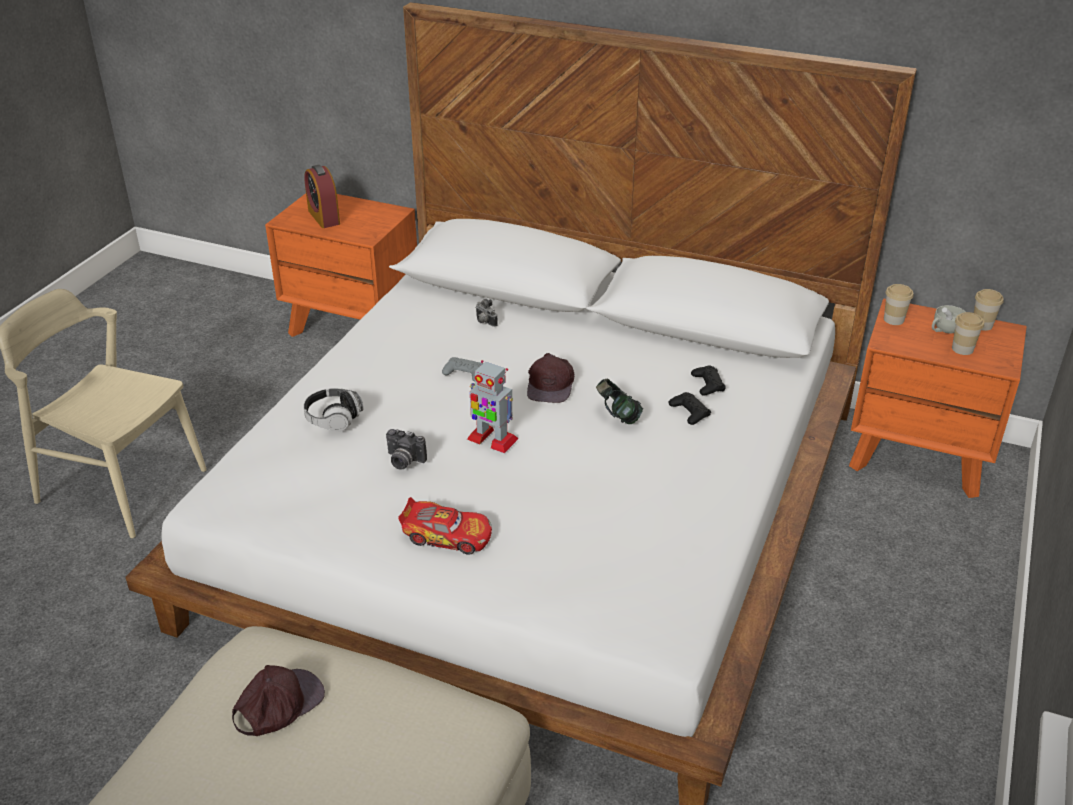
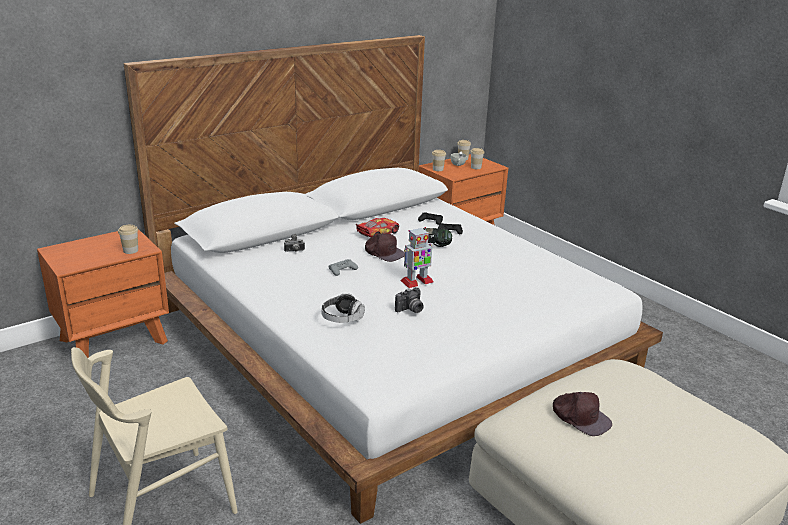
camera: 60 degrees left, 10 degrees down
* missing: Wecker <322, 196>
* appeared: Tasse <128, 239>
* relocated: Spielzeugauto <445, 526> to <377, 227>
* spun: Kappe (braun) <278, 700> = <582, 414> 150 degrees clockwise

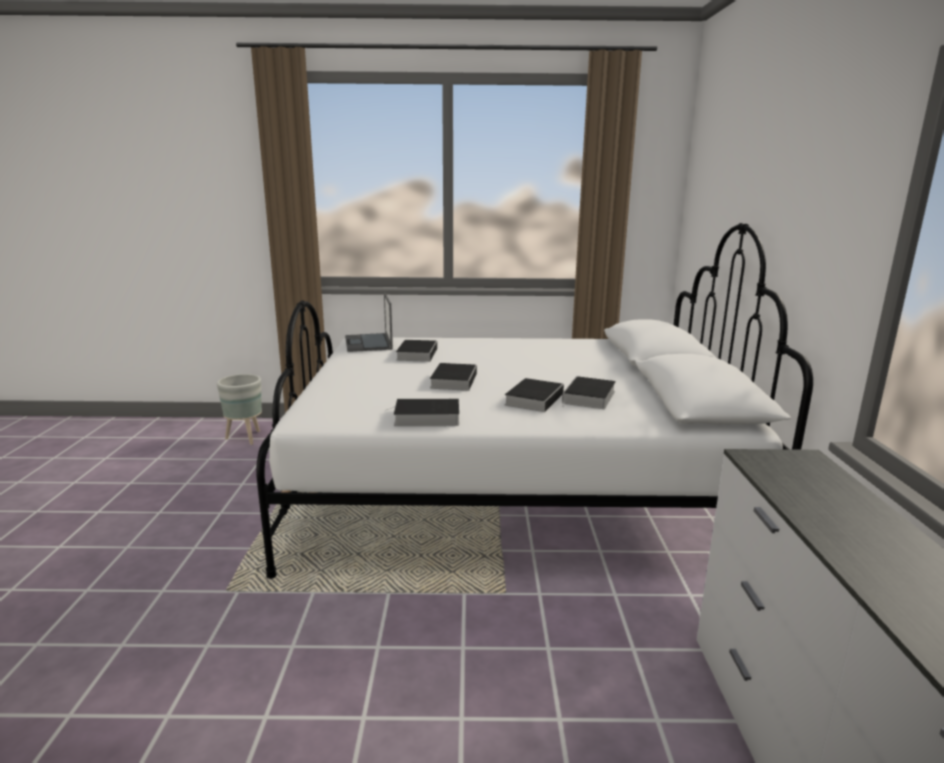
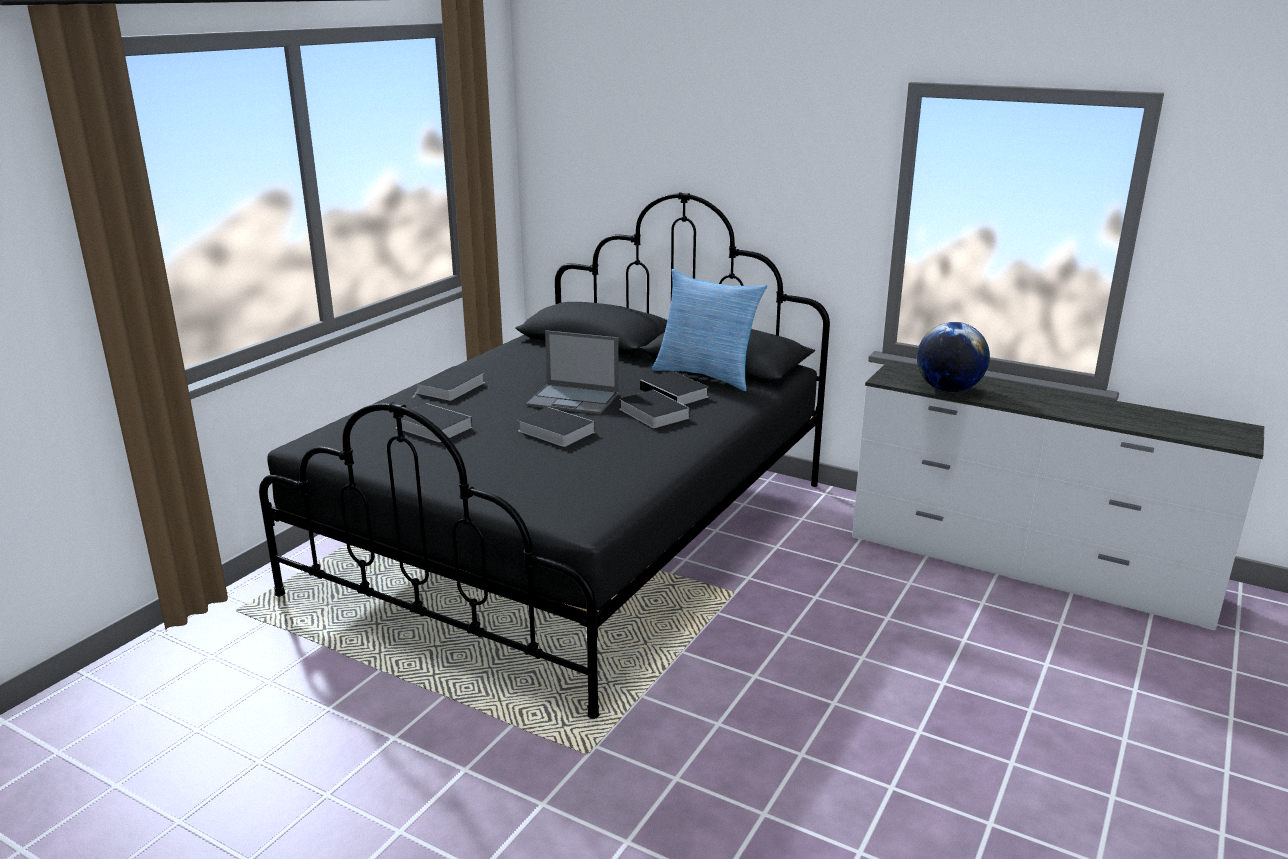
camera: 60 degrees left, 5 degrees up
* missing: Pflanzkübel (grau) <239, 409>
* appeared: Kissen <709, 330>
* appeared: Globus <953, 357>
* relocated: Laptop <369, 322> to <572, 372>
* relocated: Buch <422, 412> to <449, 383>
* colour: Bett (weiß) <534, 401> to Bett (schwarz) <544, 455>

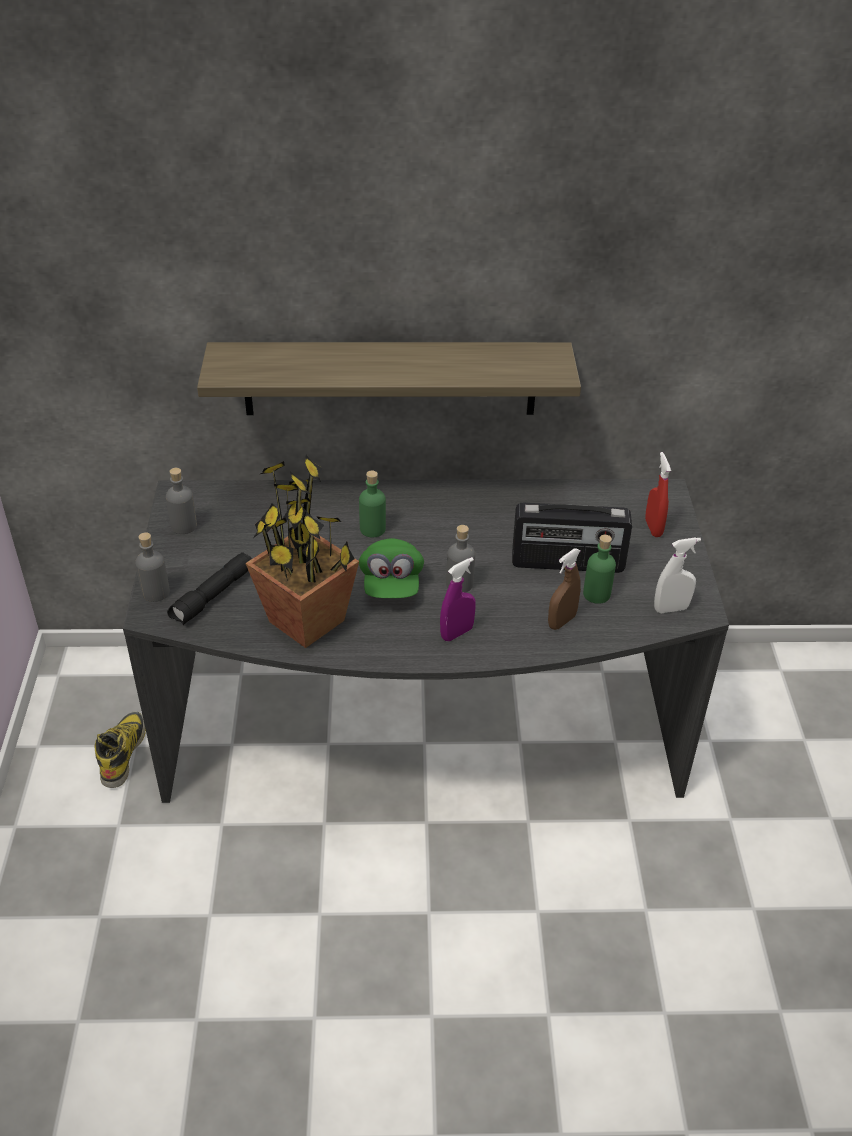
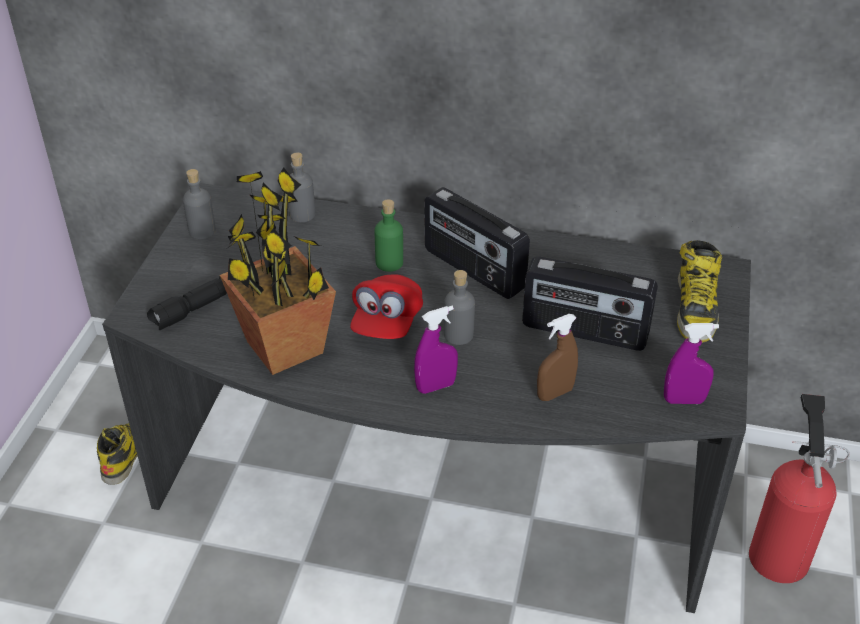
camera: 15 degrees right, 0 degrees up
* missing: Wandregal <389, 378>
* missing: Flasche (grün) <599, 569>
* appeared: Radio <477, 243>
* appeared: Feuerlöscher <799, 488>
* relocated: Flasche (grau) <152, 567> to <302, 187>
* exchanged: Sprühflasche (rot) <658, 494> to Stiefel <699, 291>
* colour: Kappe (grün) <391, 568> to Kappe (rot) <386, 306>
* colour: Sprühflasche (weiß) <677, 575> to Sprühflasche (lila) <691, 363>

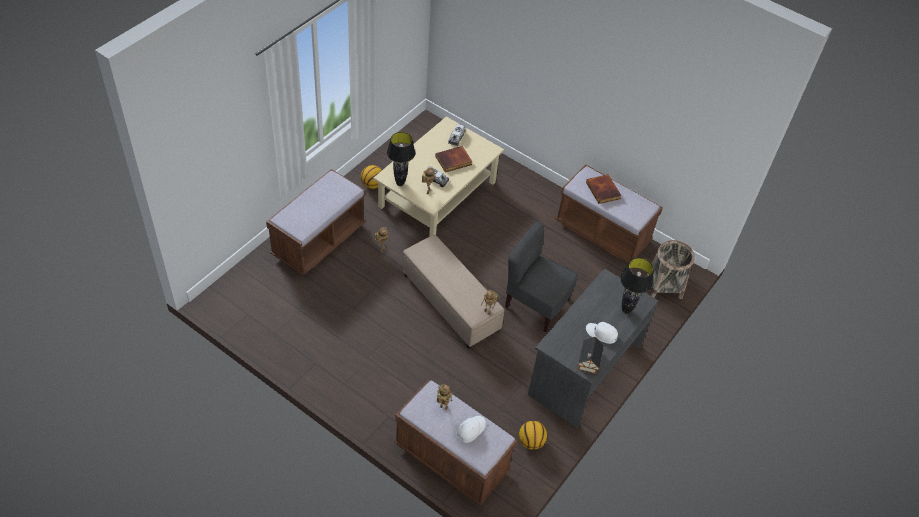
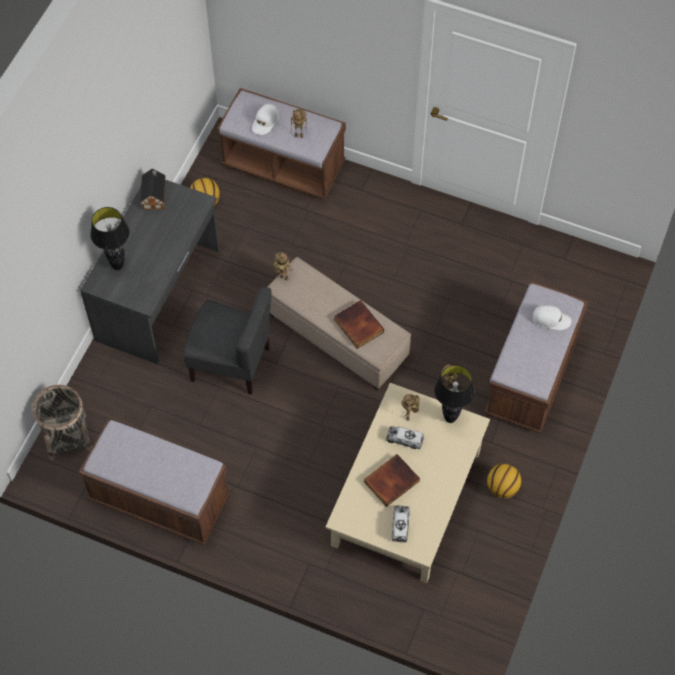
camera: 170 degrees right, 10 degrees up
* relocated: Buch <604, 189> to <359, 324>
* relocated: Kappe (weiß) <602, 333> to <552, 317>

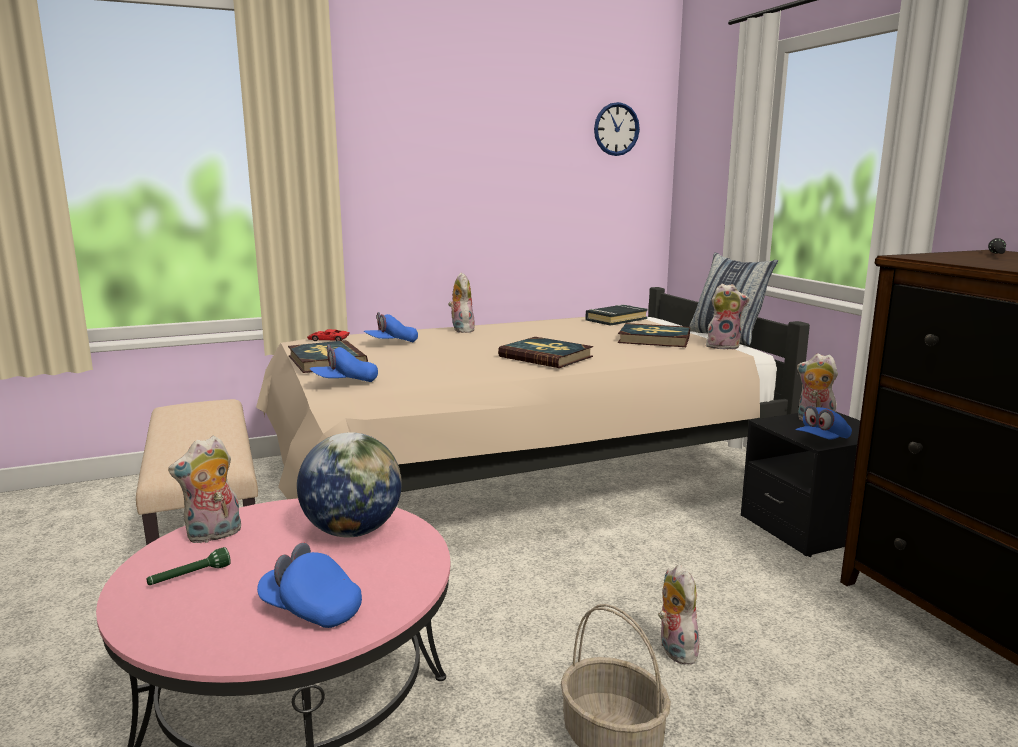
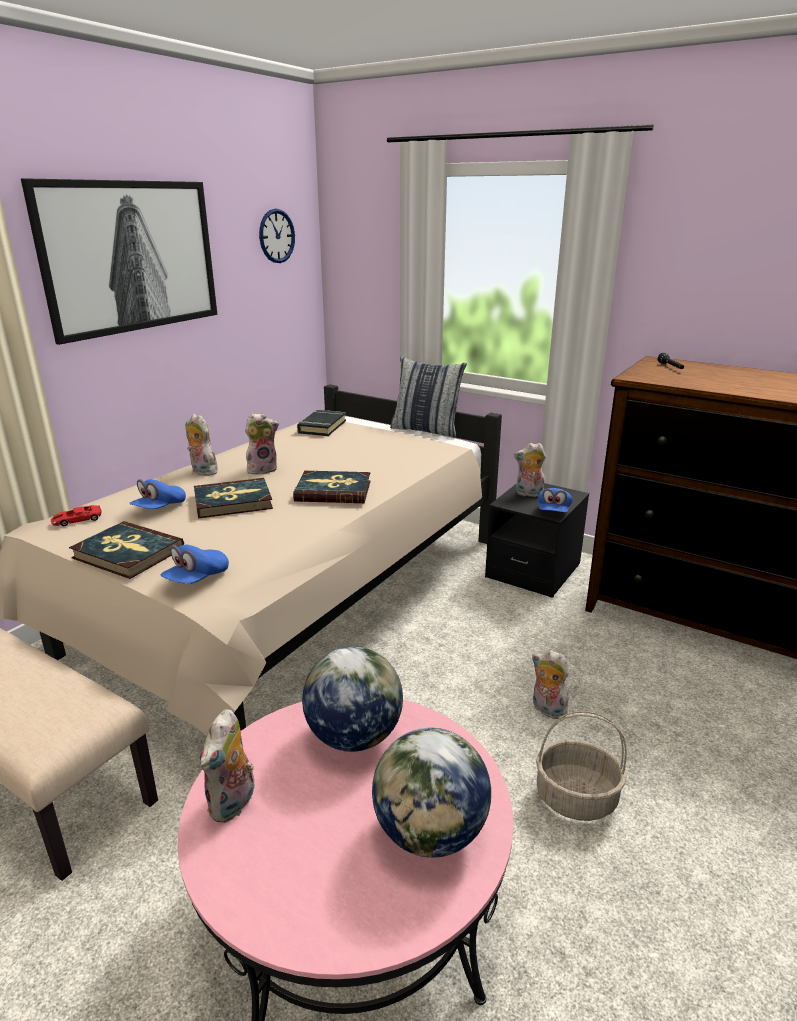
camera: 35 degrees left, 10 degrees up
* missing: Taschenlampe (grün) <188, 566>
* appeared: Bild <119, 261>
* relocated: Buch <654, 335> to <233, 498>
* relocated: Plüschtier <728, 317> to <262, 443>
* exchanged: Kappe (blau) <309, 585> to Globus <431, 793>

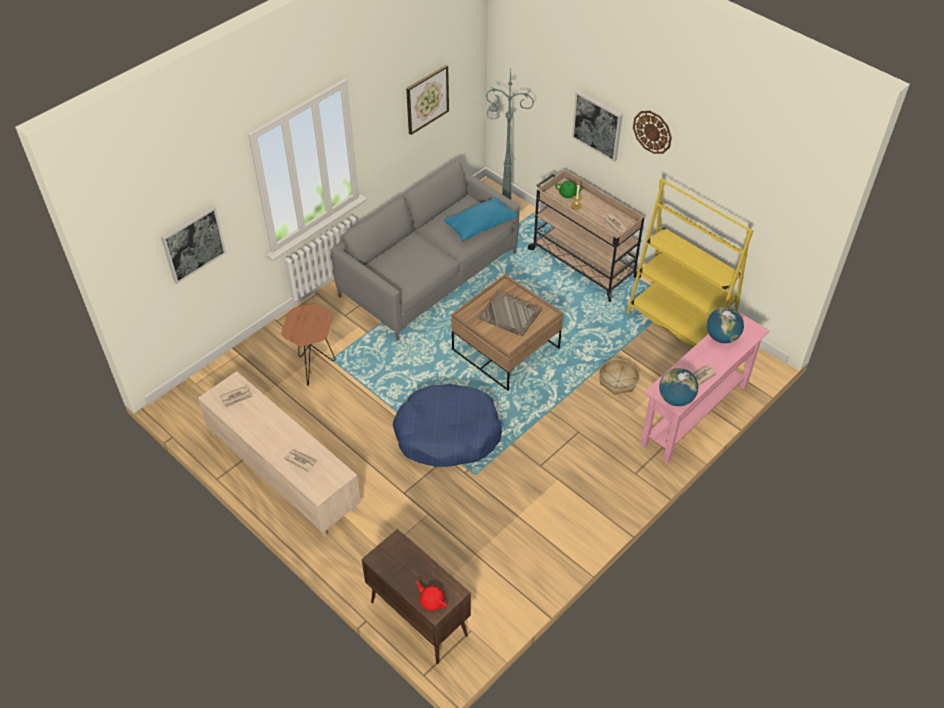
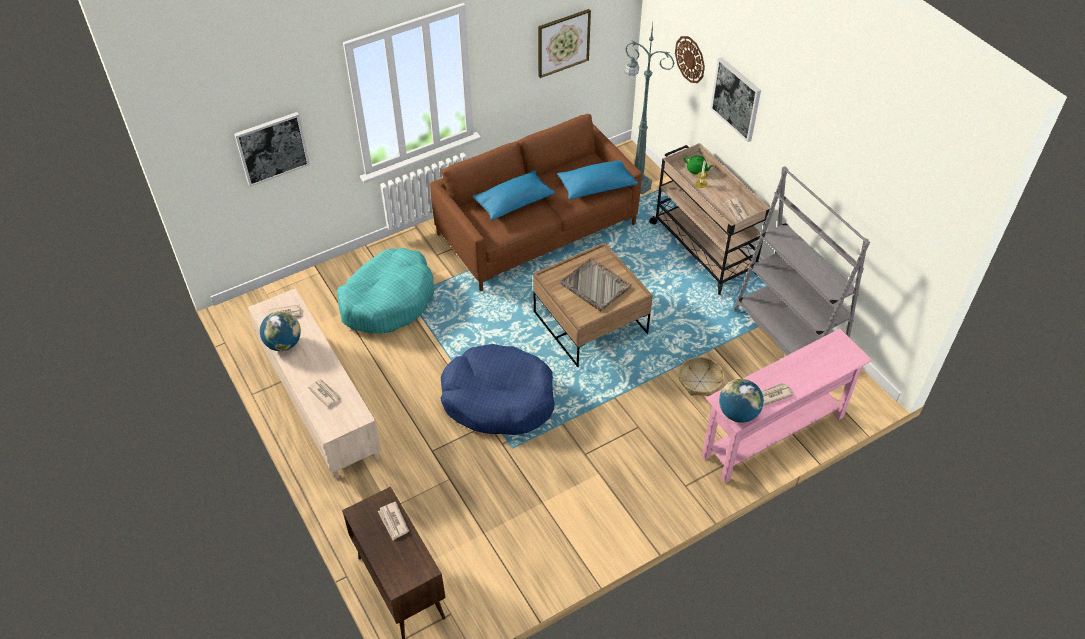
camera: 15 degrees right, 0 degrees up
* missing: Teekanne (rot) <431, 596>
* appeared: Zeitung <393, 521>
* appeared: Kissen (blau) <513, 195>
* relocated: Wanduhr <652, 132> to <690, 59>
* relocated: Globus <725, 325> to <280, 331>
* exchanged: Beistelltisch (braun) <308, 344> to Hundebett (türkis) <385, 291>
* colour: Sofa (grau) <425, 250> to Sofa (braun) <536, 202>
* colour: Bücherregal (gelb) <690, 262> to Bücherregal (grau) <802, 260>

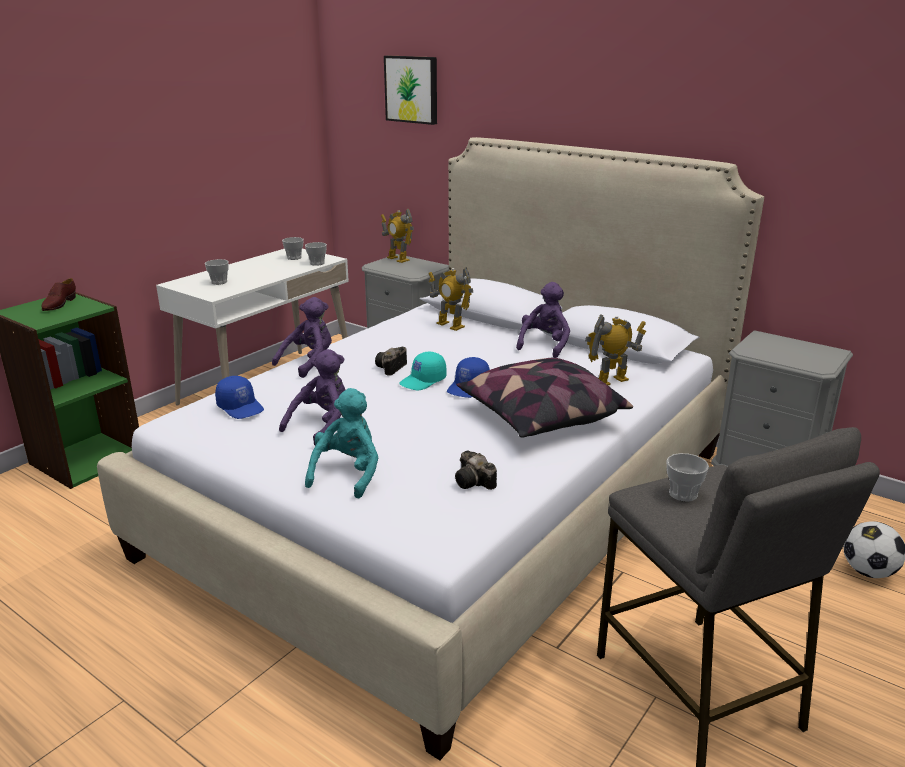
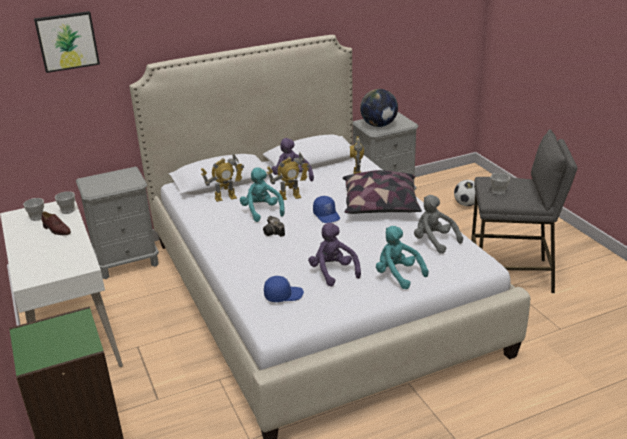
camera: 60 degrees left, 5 degrees up
* missing: Tasse <217, 272>
* missing: Plüschtier (lila) <302, 337>
* missing: Kappe (türkis) <422, 371>
* appeared: Plüschtier (türkis) <262, 194>
* appeared: Globus <379, 108>
* relocated: Schuh (braun) <58, 294> to <56, 223>
* relocated: Spielzeugroboter <397, 236> to <288, 176>
* exchanged: Kamera <476, 470> to Plüschtier (grau) <438, 224>

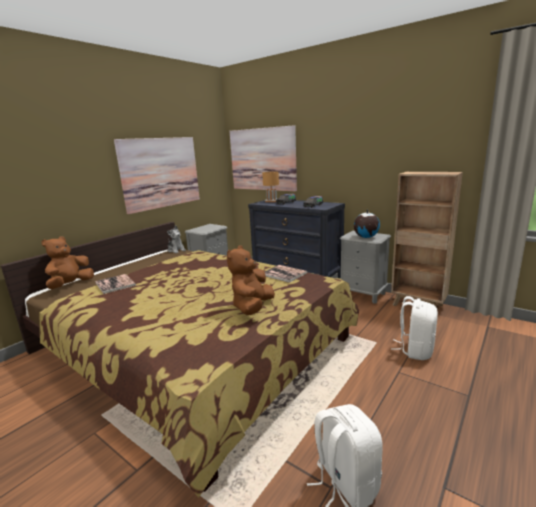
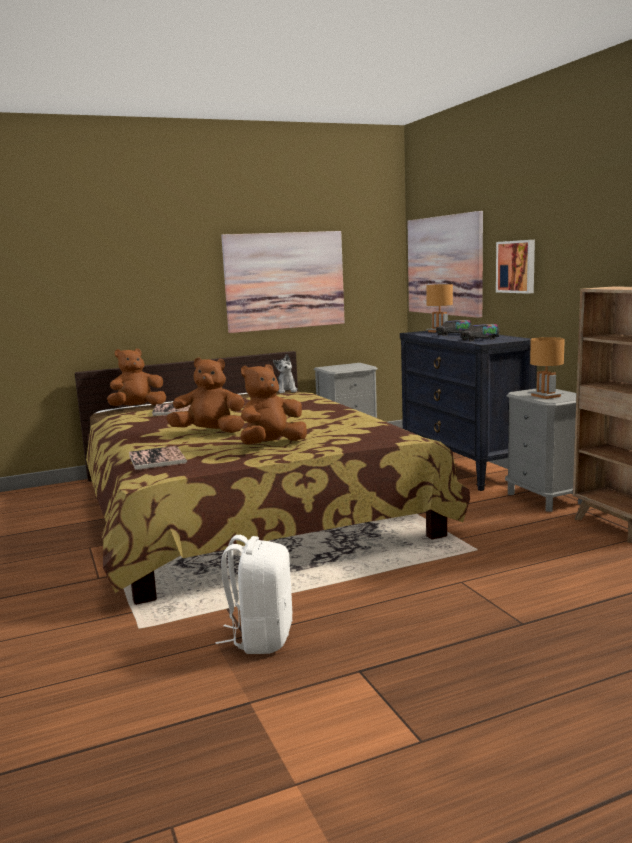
camera: 30 degrees right, 5 degrees down
* missing: Rucksack (weiß) <414, 328>
* appeared: Plüschtier (braun) <205, 395>
* appeared: Bild <515, 267>
* relocated: Buch <286, 274> to <158, 458>
* exchanged: Globus <367, 223> to Tischlampe (braun) <547, 368>

